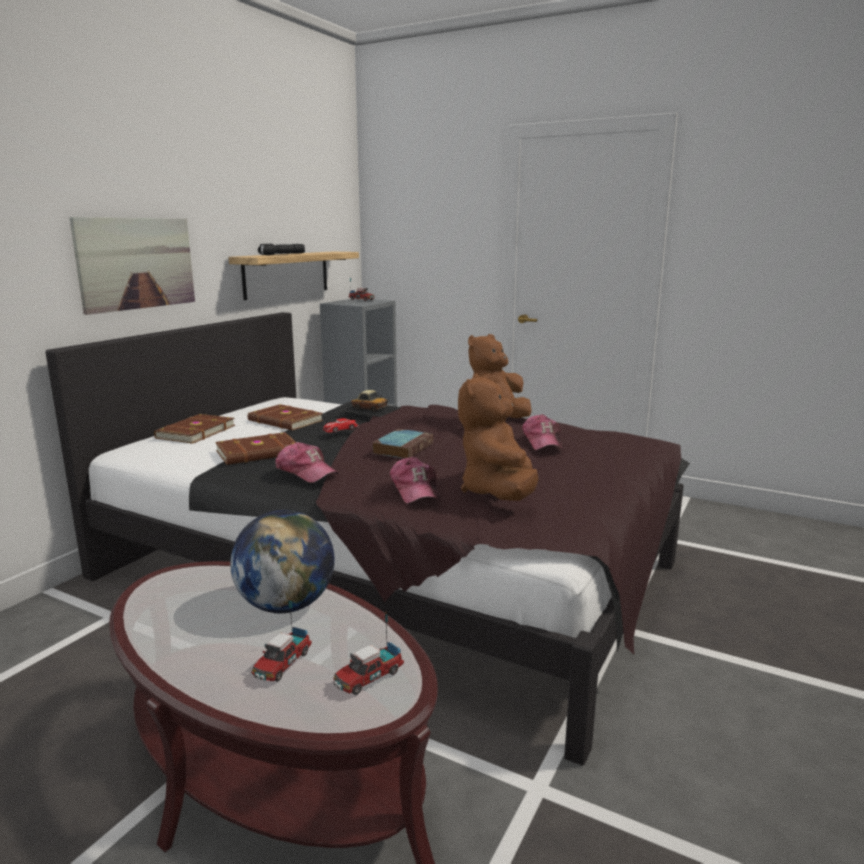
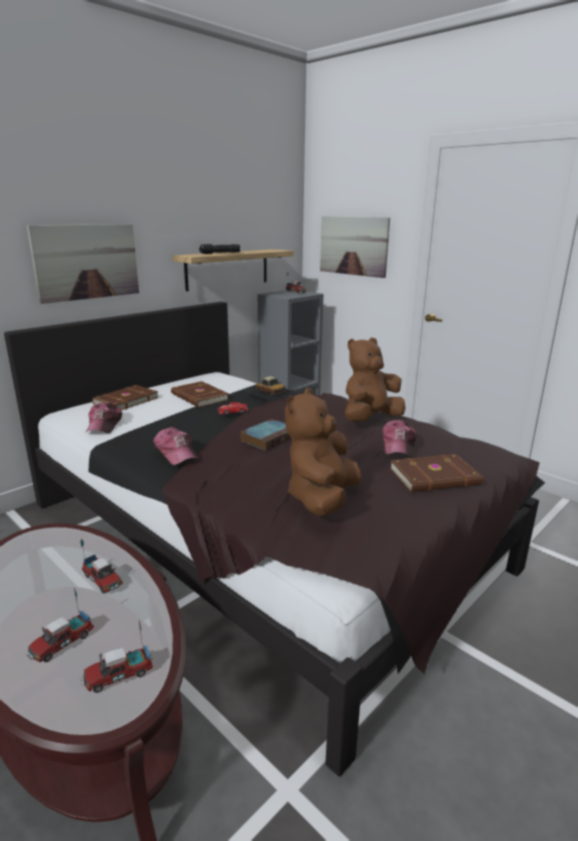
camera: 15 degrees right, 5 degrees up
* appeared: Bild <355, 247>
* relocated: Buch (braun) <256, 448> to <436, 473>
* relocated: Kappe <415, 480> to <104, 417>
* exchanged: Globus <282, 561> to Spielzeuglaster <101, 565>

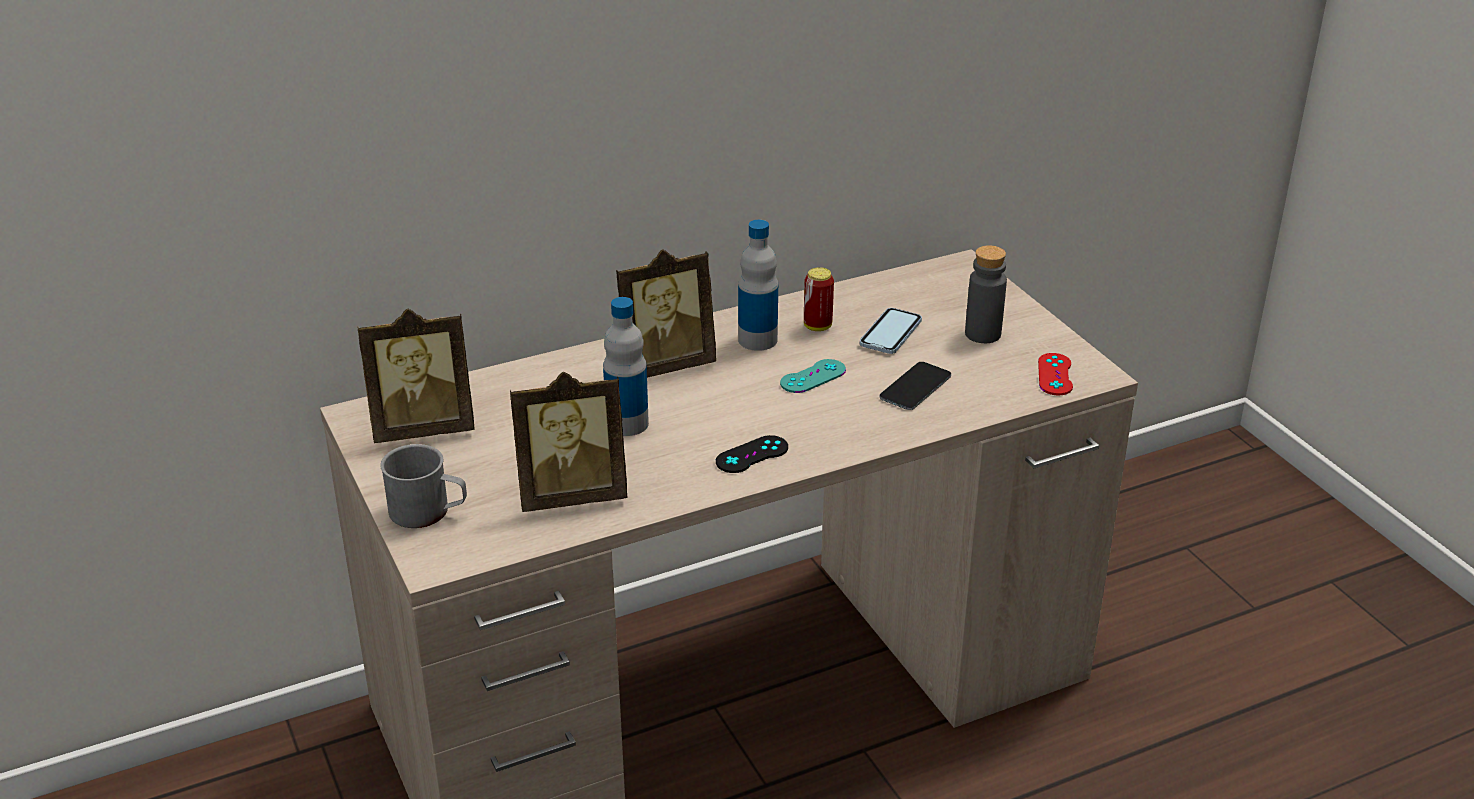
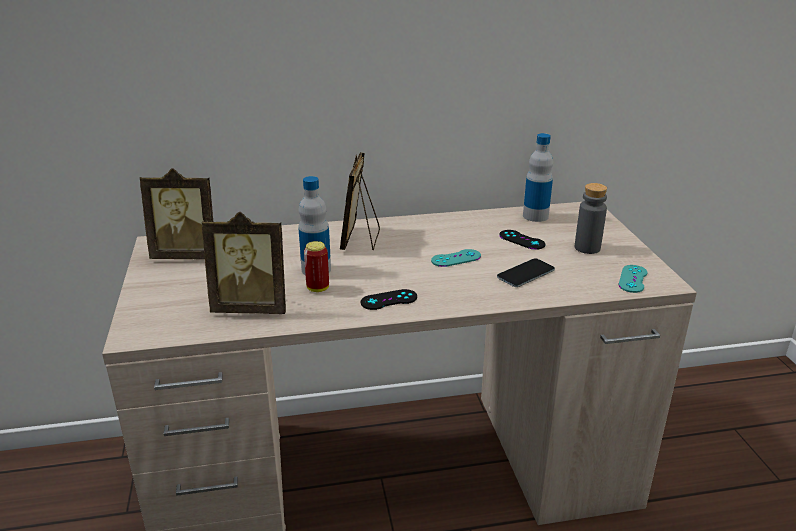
camera: 15 degrees right, 5 degrees down
* missing: Henkelbecher (grau) <423, 486>
* relocated: Flasche <758, 285> to <538, 177>
* relocated: Dose <819, 299> to <316, 266>
* exchanged: Handy <891, 331> to Gamepad (schwarz) <522, 240>
* colour: Gamepad (rot) <1055, 374> to Gamepad (türkis) <633, 279>
* spun: Bilderrahmen <666, 313> = <360, 201> 105 degrees clockwise

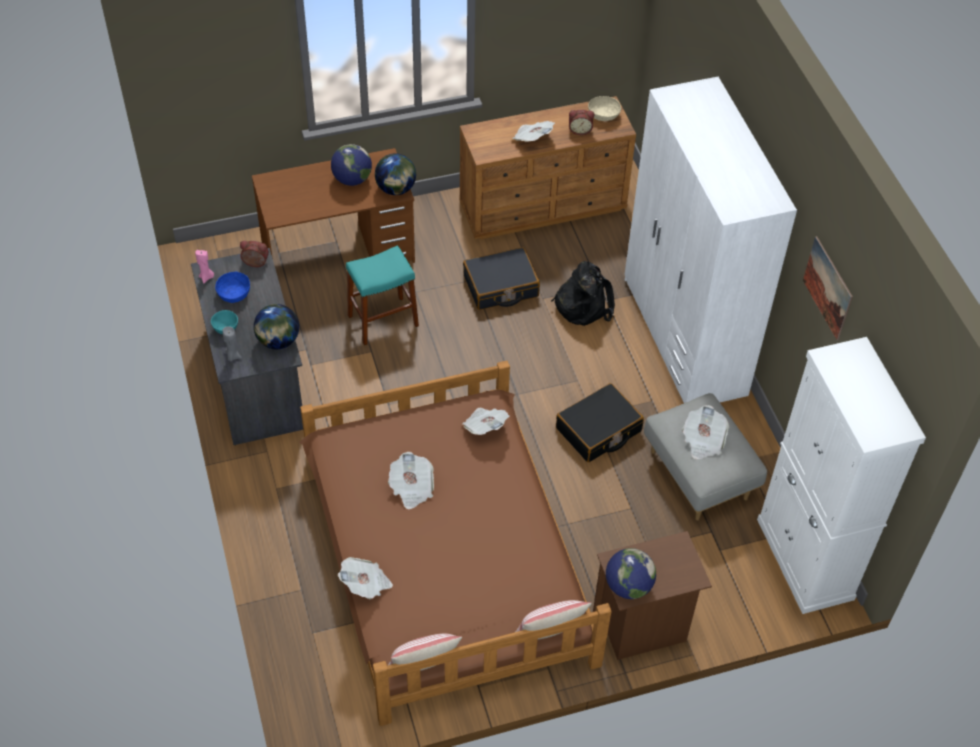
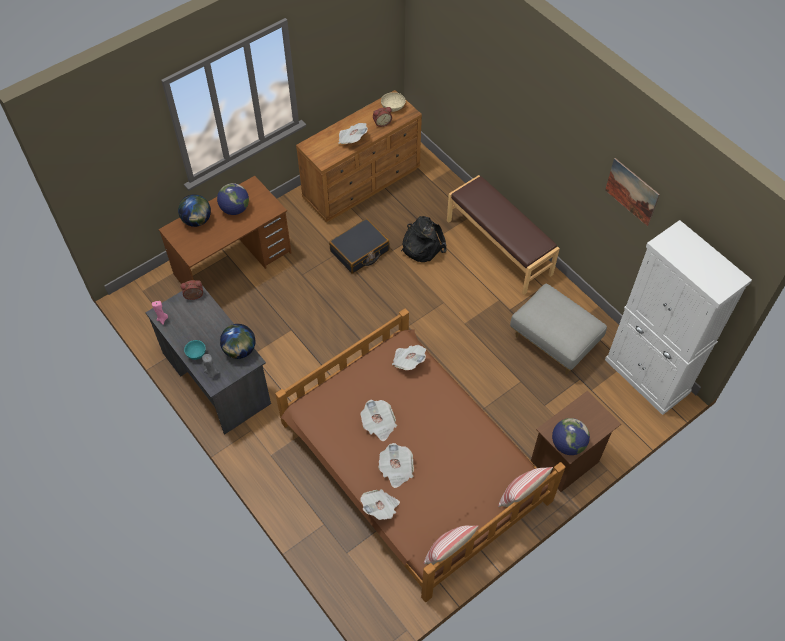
camera: 20 degrees left, 5 degrees up
* missing: Schüssel (blau) <232, 287>
* missing: Hocker (türkis) <382, 295>
* missing: Koffer (schwarz) <600, 422>
* relocated: Globus <395, 174> to <194, 210>
* relocated: Zeitung <705, 432> to <396, 465>
* exchanged: Kleiderschrank (weiß) <710, 239> to Bank (braun) <503, 235>

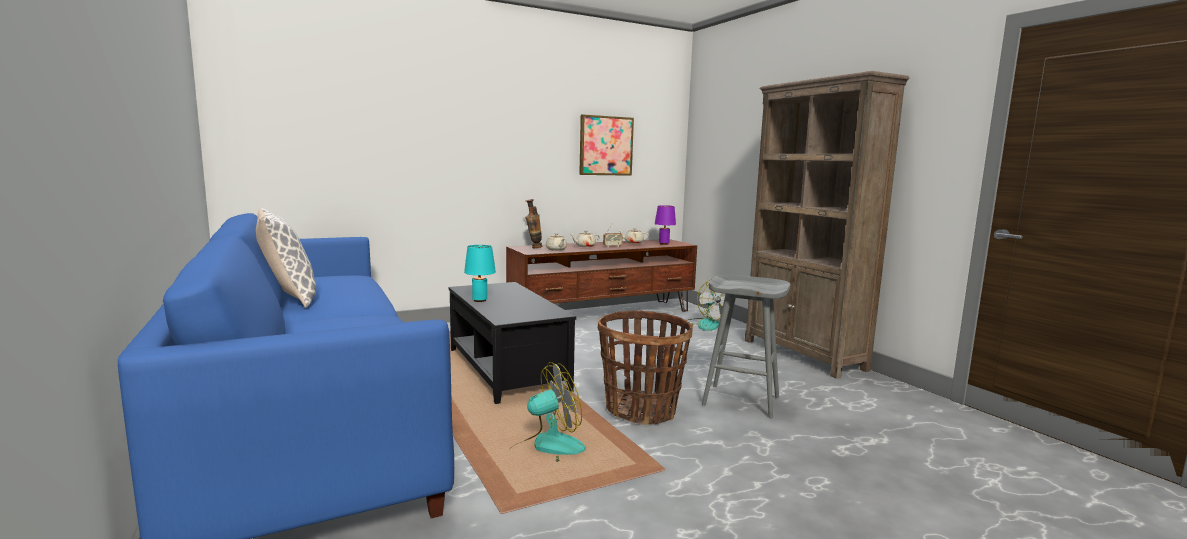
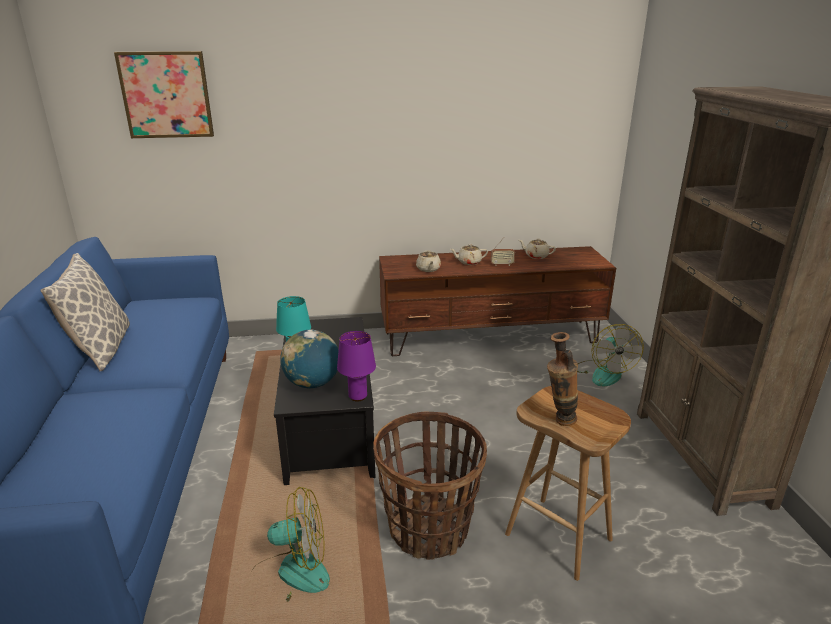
camera: 20 degrees right, 15 degrees up
* appeared: Globus <309, 359>
* relocated: Vase <533, 223> to <562, 379>
* relocated: Bild <606, 145> to <164, 94>
* relocated: Tischlampe (lila) <665, 225> to <356, 366>
* colour: Hocker (grau) <746, 346> to Hocker (braun) <568, 483>

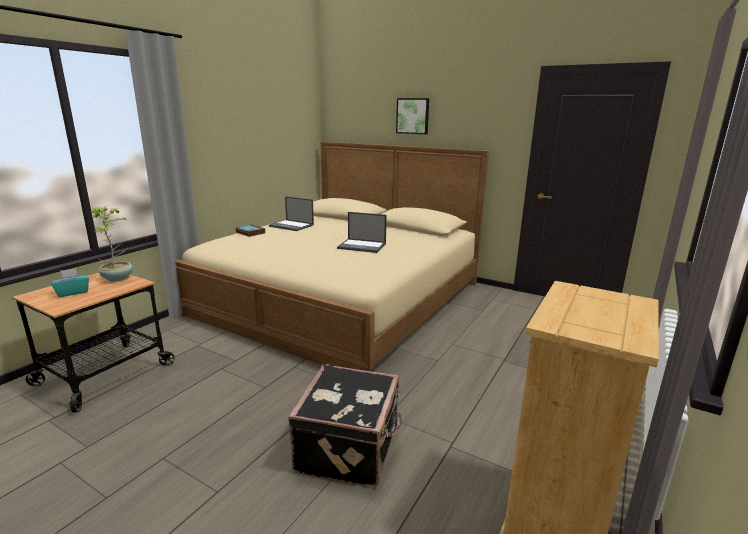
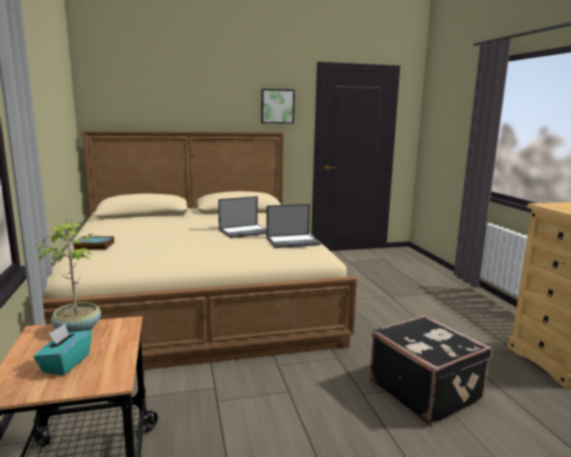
camera: 45 degrees left, 5 degrees down
* relocated: Laptop <291, 213> to <293, 226>
* relocated: Bild <412, 116> to <278, 106>

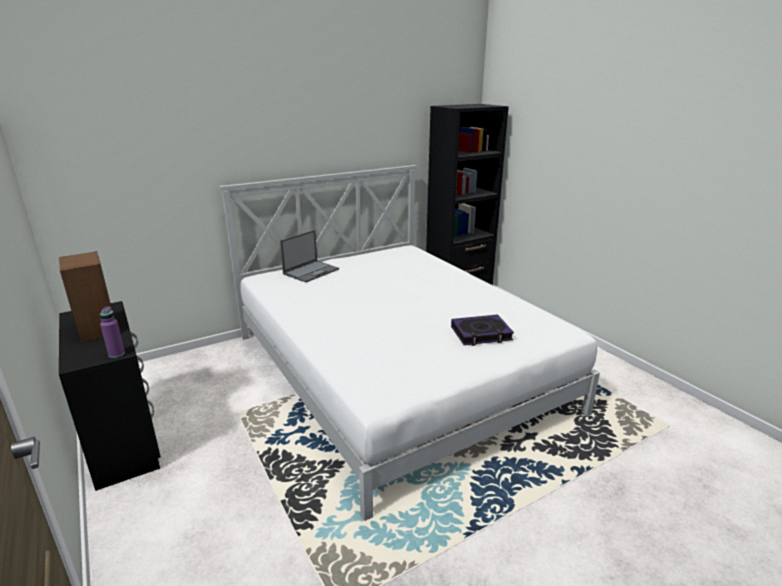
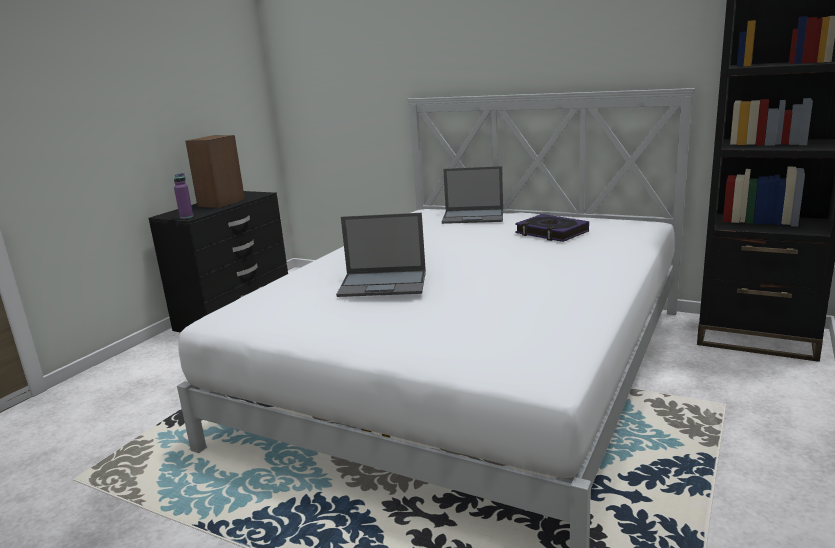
camera: 60 degrees right, 5 degrees down
* appeared: Laptop <381, 255>
* relocated: Buch <482, 330> to <552, 228>

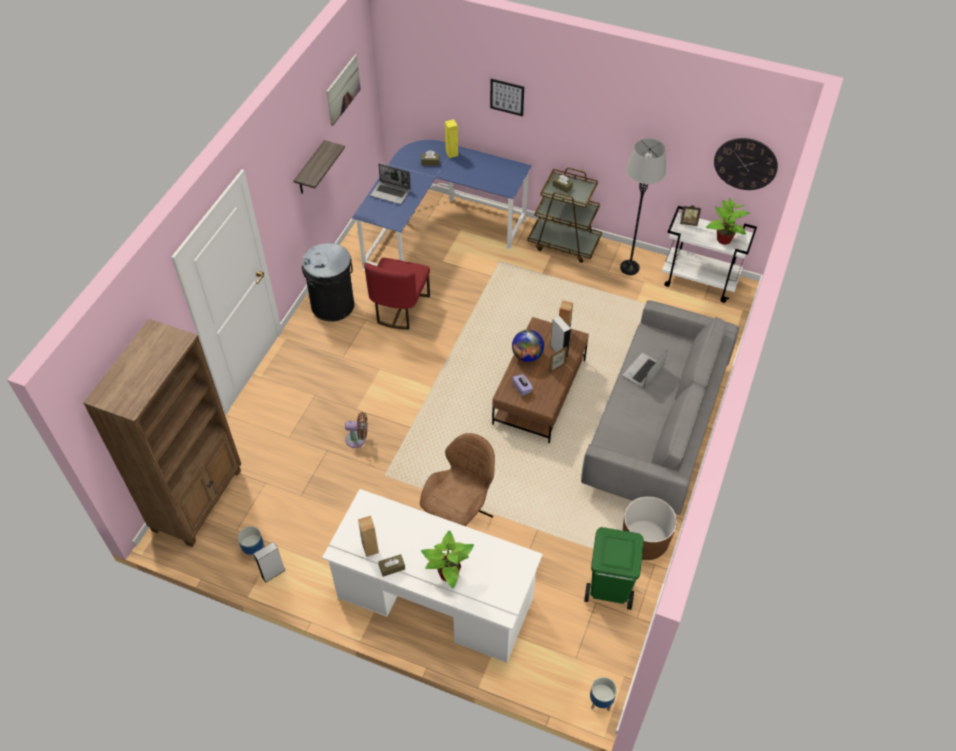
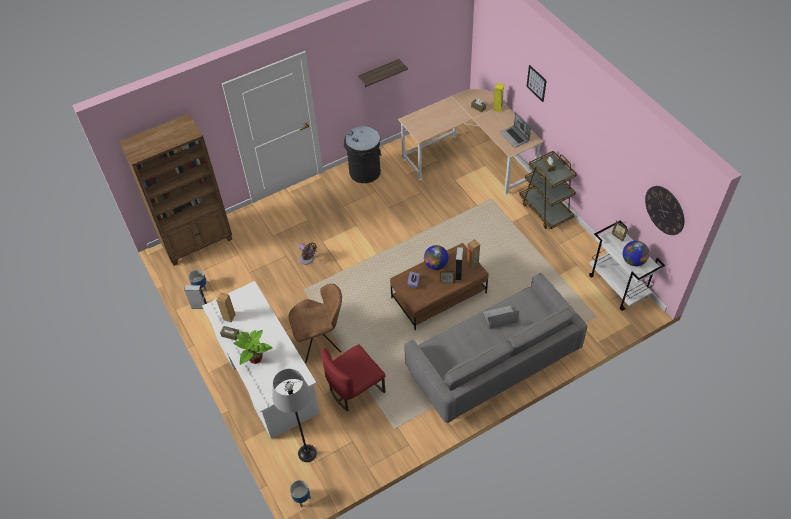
camera: 40 degrees right, 0 degrees up
* missing: Bild <343, 90>
* missing: Mülleimer (grün) <614, 568>
* missing: Pflanzkübel (braun) <649, 528>
* relocated: Stuhl (rot) <397, 294> to <353, 377>
* relocated: Laptop <390, 184> to <515, 130>
* relocated: Stehlampe (grau) <643, 206> to <294, 415>
* exchanged: Topfpflanze <728, 221> to Globus <636, 253>
* colour: Schreibtisch (blau) <442, 205> to Schreibtisch (beige) <470, 142>

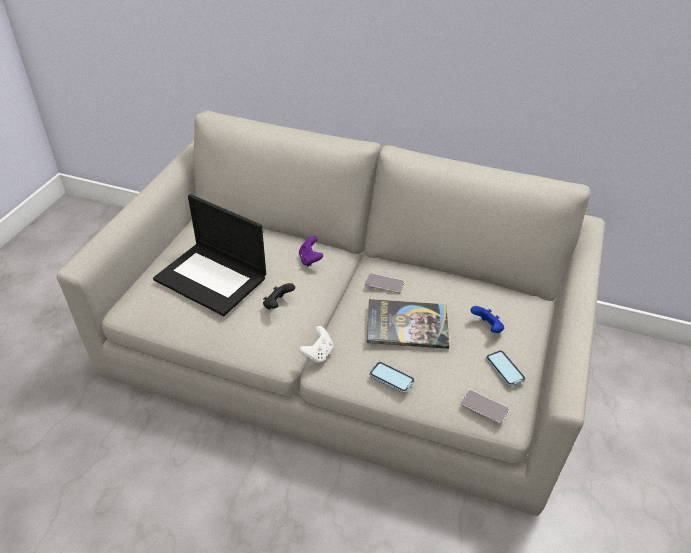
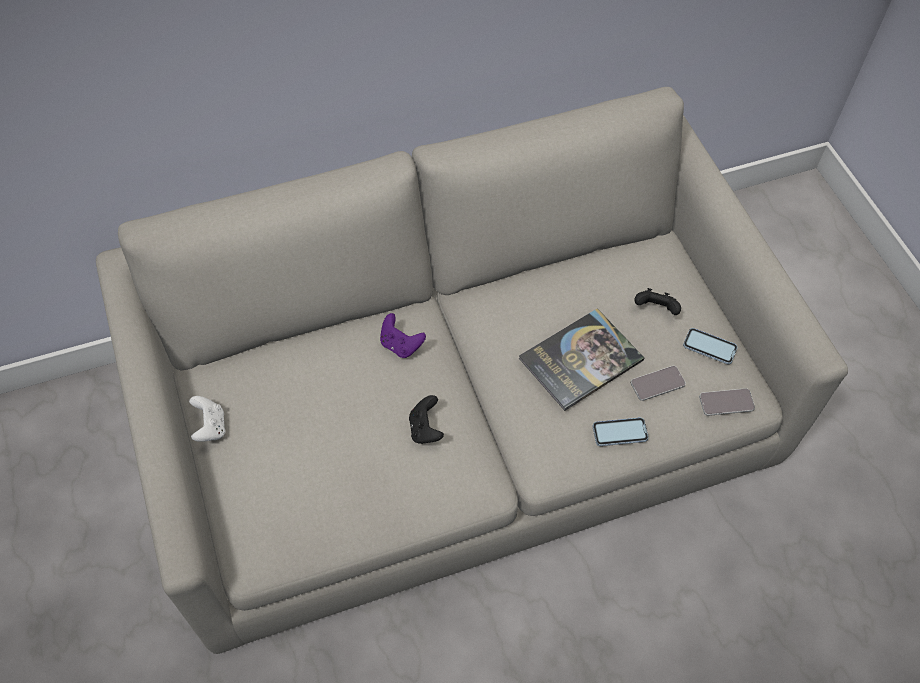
camera: 40 degrees left, 15 degrees up
* missing: Laptop <209, 255>
* relocated: Gamepad (weiß) <316, 344> to <207, 419>
* relocated: Handy <384, 283> to <658, 383>
* colour: Gamepad (blau) <487, 319> to Gamepad (schwarz) <658, 301>

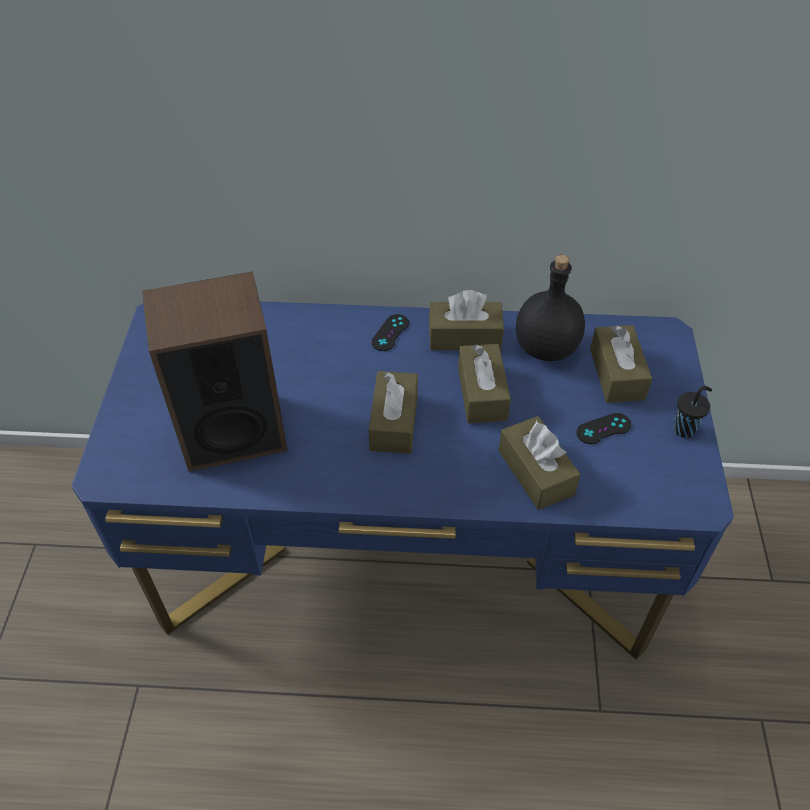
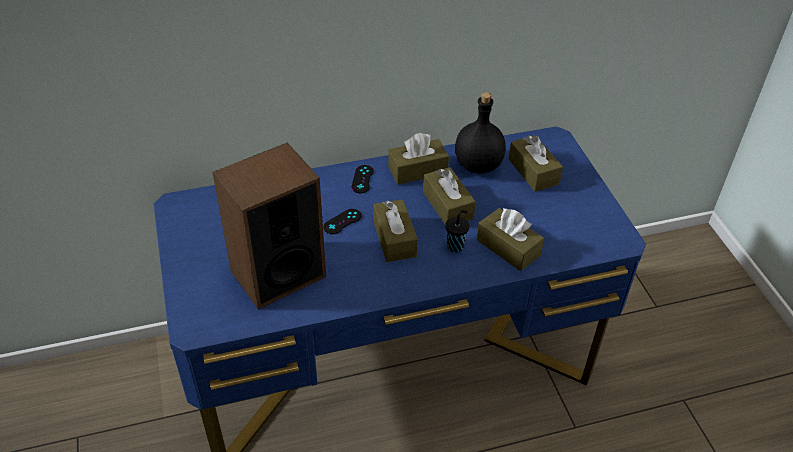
camera: 20 degrees left, 5 degrees down
* relocated: Gamepad (schwarz) <603, 428> to <342, 221>
* relocated: Tasse (schwarz) <692, 412> to <457, 231>

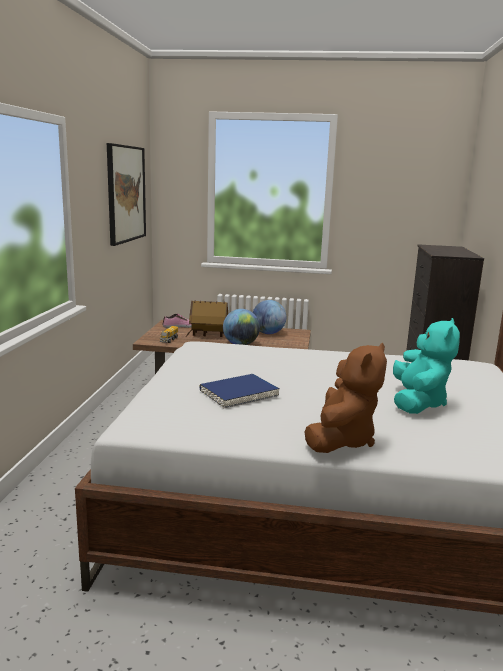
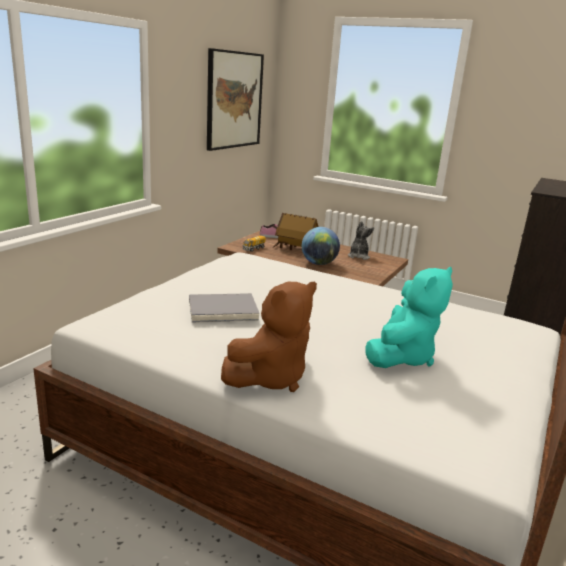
camera: 20 degrees right, 5 degrees up
* exchanged: Globus <269, 317> to Plüschtier <361, 240>
* colour: Buch (blau) <239, 391> to Buch (grau) <224, 308>

